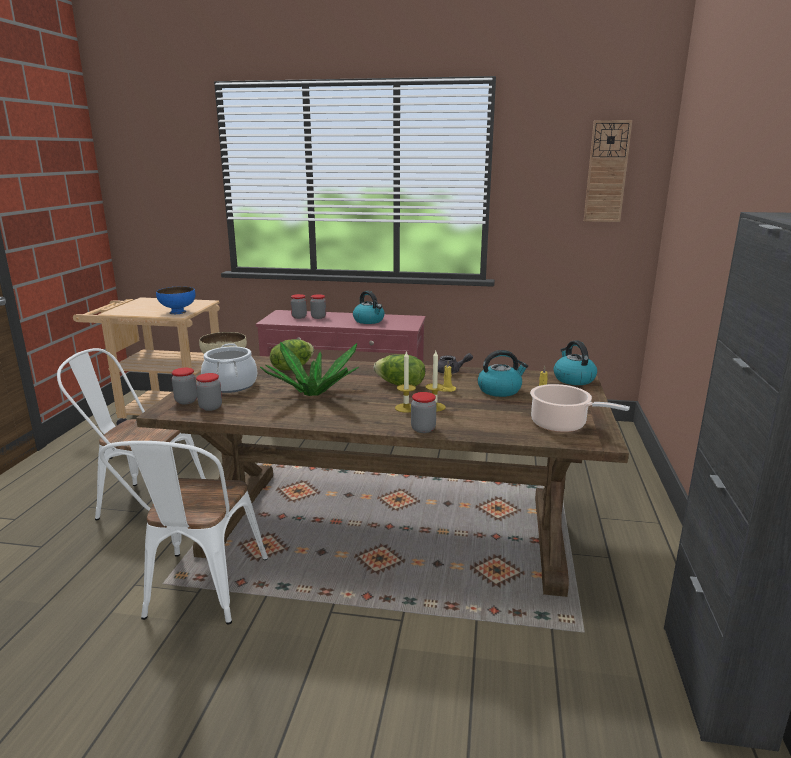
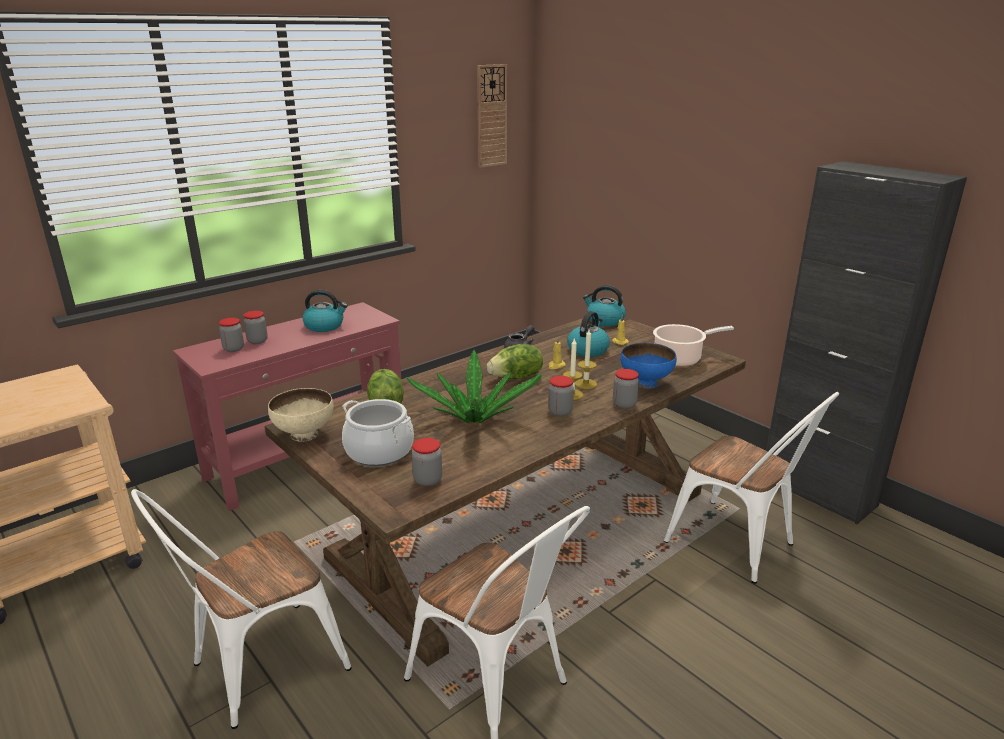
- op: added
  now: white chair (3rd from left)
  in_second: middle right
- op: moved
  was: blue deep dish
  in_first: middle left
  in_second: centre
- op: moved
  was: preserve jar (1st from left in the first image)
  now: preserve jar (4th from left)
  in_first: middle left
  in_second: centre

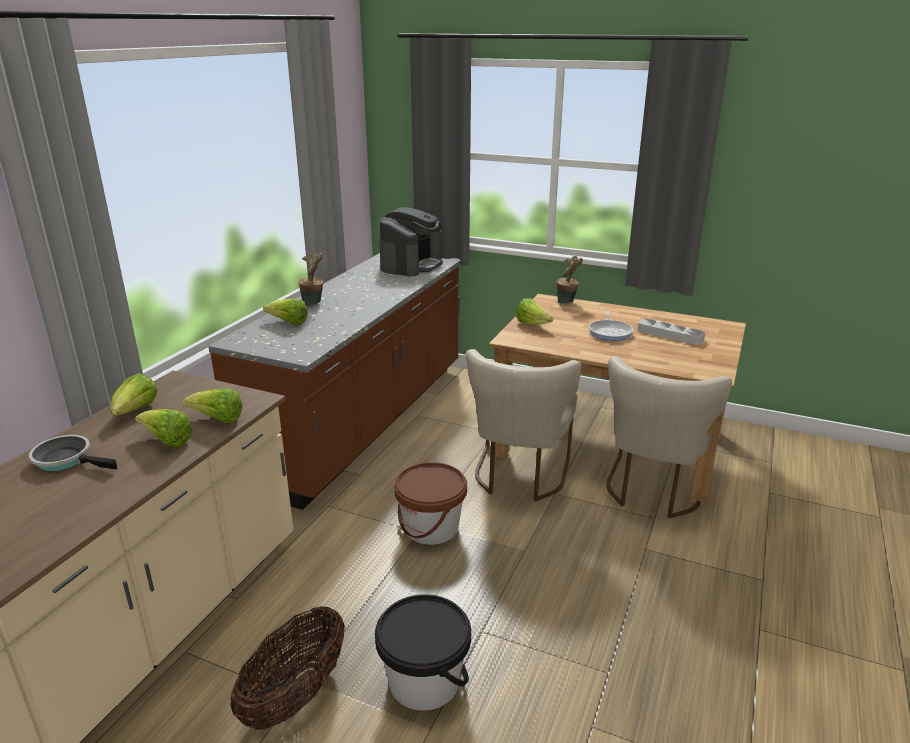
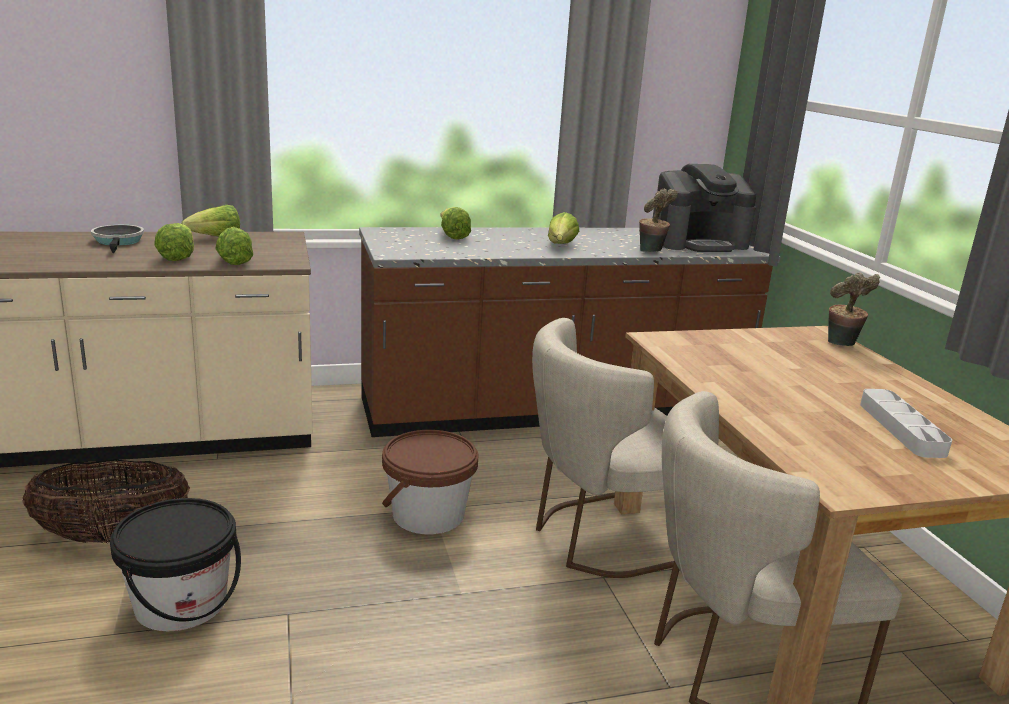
- op: removed
  was: skillet (2nd from left)
  in_first: middle right
- op: moved
  was: potted plant (1st from left)
  in_first: centre
  in_second: top centre
- op: moved
  was: head of lettuce (5th from left)
  in_first: centre
  in_second: top centre

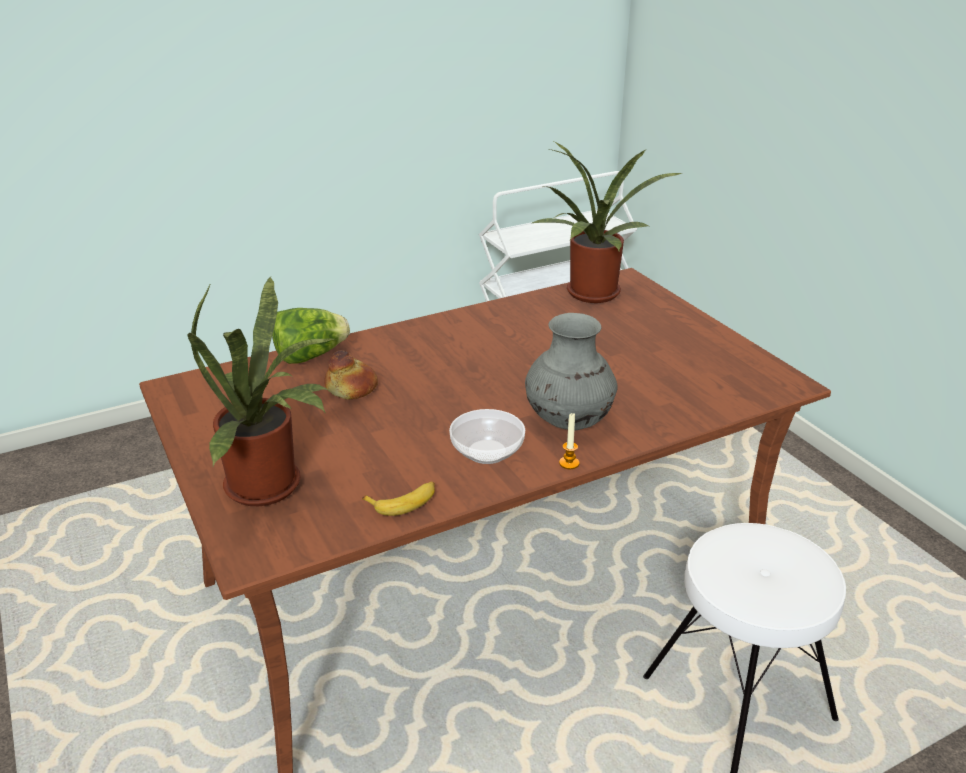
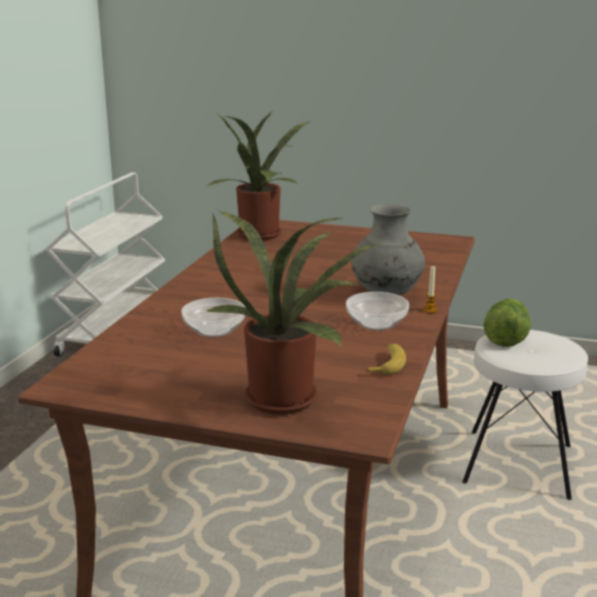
- op: moved
  was: head of lettuce
  in_first: middle left
  in_second: middle right
- op: replaced
  was: bakery bread
  now: deep dish (1st from left)
  in_first: centre
  in_second: centre

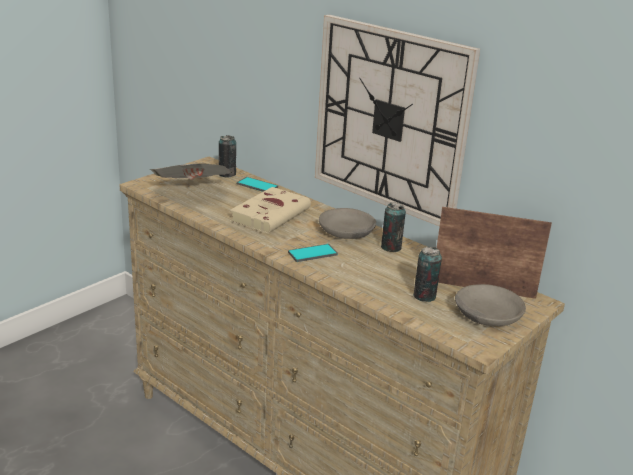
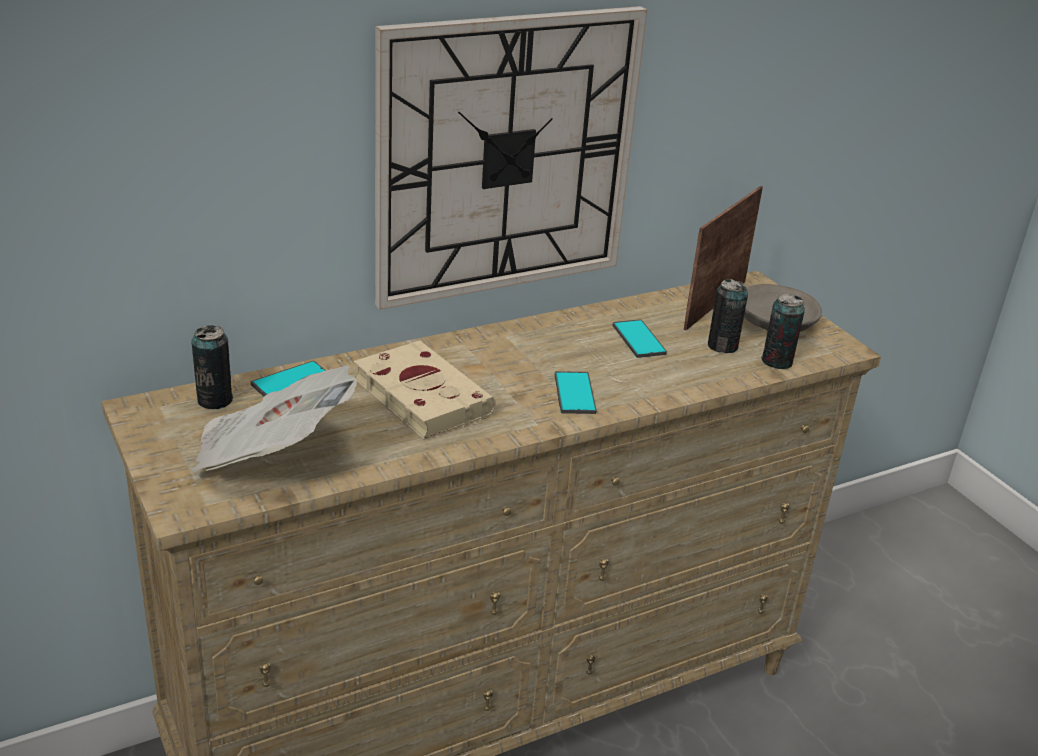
- op: removed
  was: gray deep dish (1st from left)
  in_first: centre
- op: added
  now: handset (3rd from left)
  in_second: centre
- op: moved
  was: metal can (2nd from left in the first image)
  now: metal can (3rd from left)
  in_first: centre
  in_second: middle right

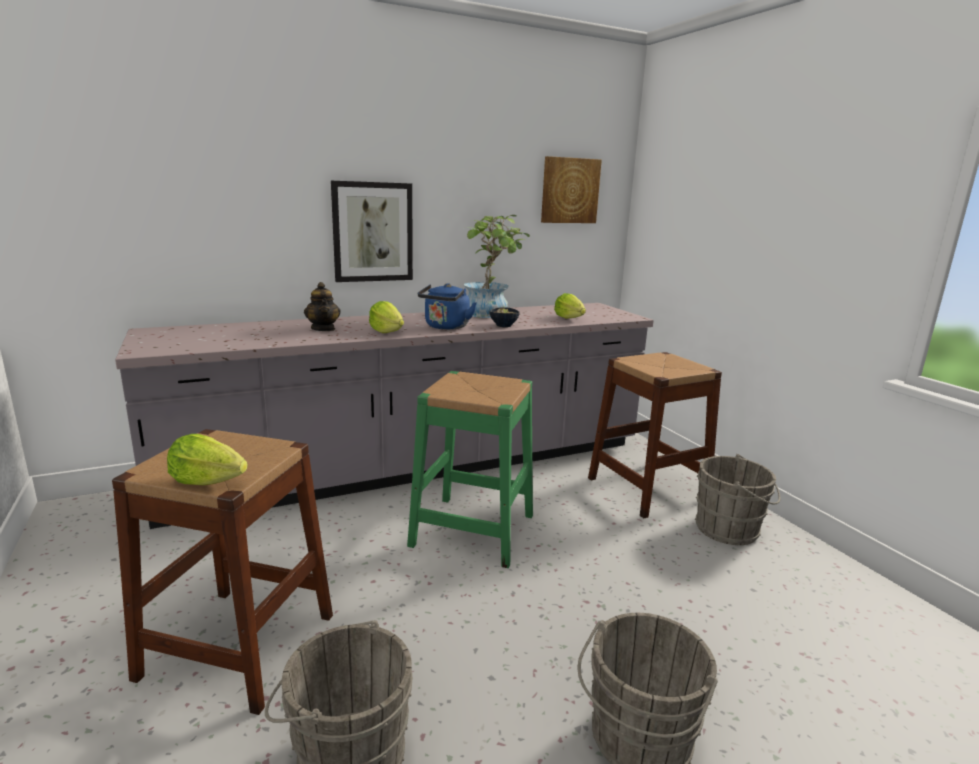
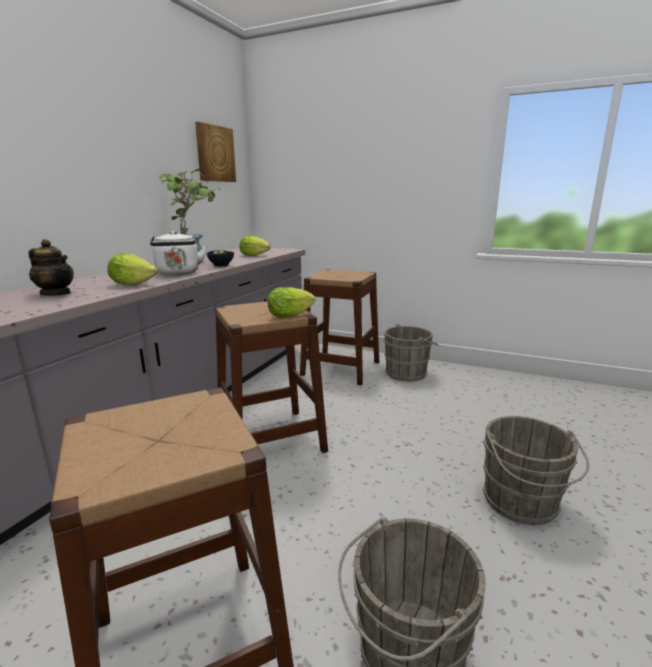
- op: removed
  was: wall art (1st from left)
  in_first: top centre
- op: moved
  was: head of lettuce (1st from left in the first image)
  now: head of lettuce (3rd from left)
  in_first: middle left
  in_second: centre
- op: recoloured
  was: green stool seat
  now: brown stool seat (2nd from left)
  in_first: centre
  in_second: centre
- op: recoloured
  was: blue water kettle
  now: white water kettle
  in_first: centre
  in_second: middle left

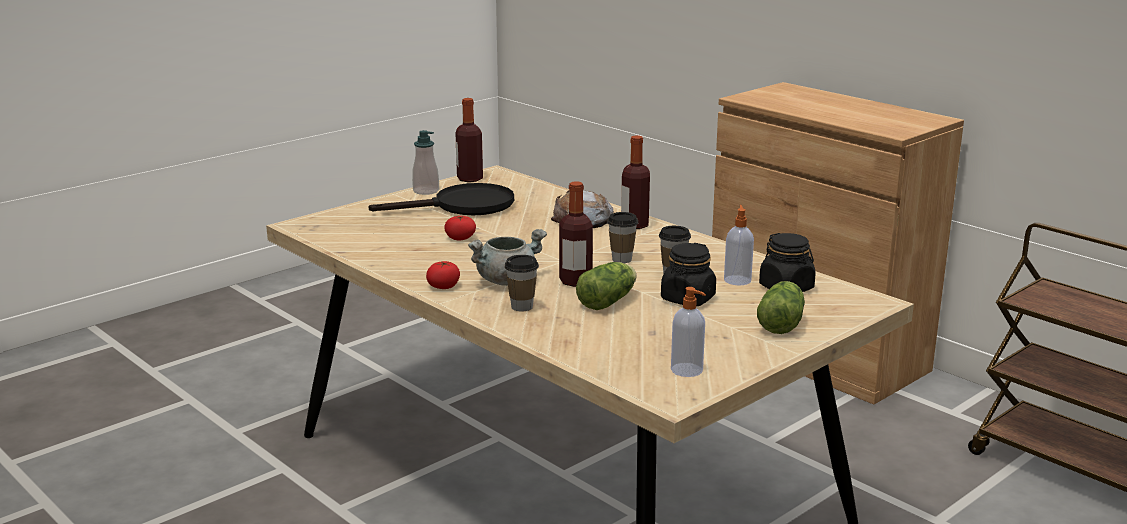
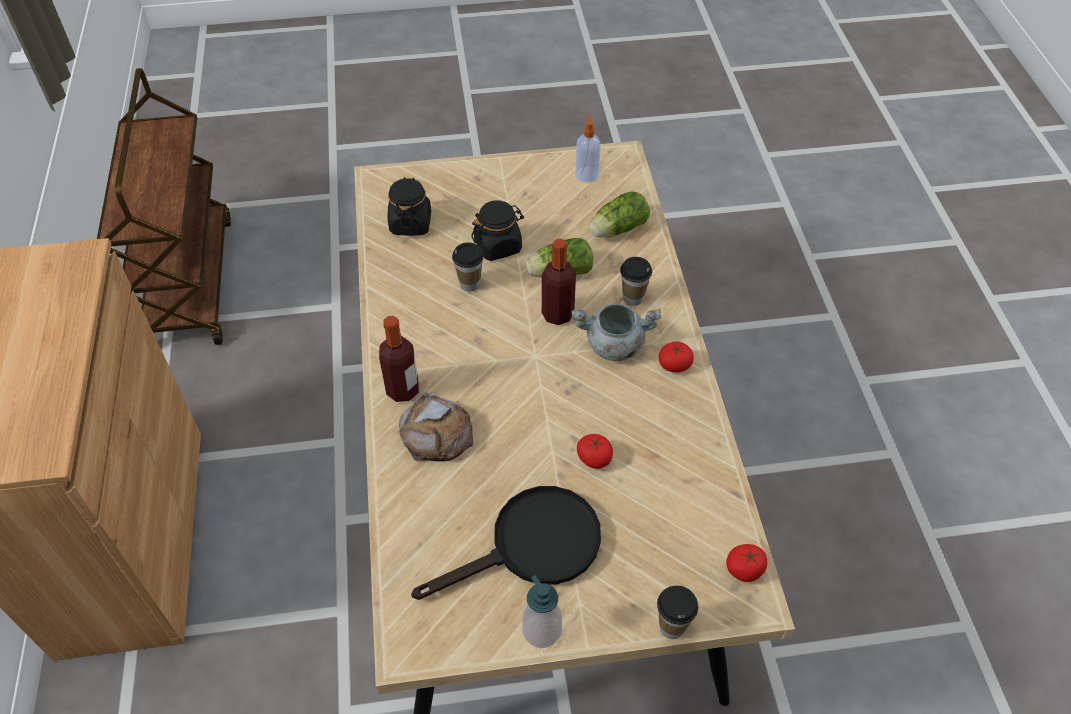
- op: removed
  was: bottle (1st from left)
  in_first: top centre
- op: removed
  was: soap dispenser (3rd from left)
  in_first: centre
- op: added
  now: fresh tomato (3rd from left)
  in_second: bottom right
- op: moved
  was: drinking cup (2nd from left in the first image)
  now: drinking cup (3rd from left)
  in_first: centre
  in_second: bottom centre
- op: moved
  was: head of lettuce (2nd from left)
  in_first: middle right
  in_second: top centre
- op: turned
  was: blackish skillet
  in_first: centre
  in_second: bottom centre
  clockwise: 135

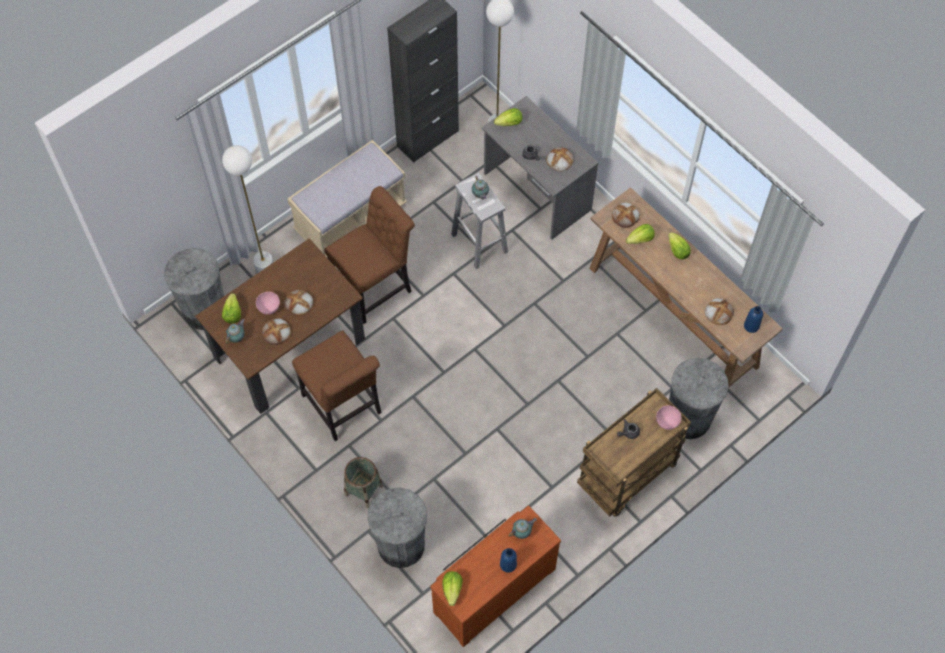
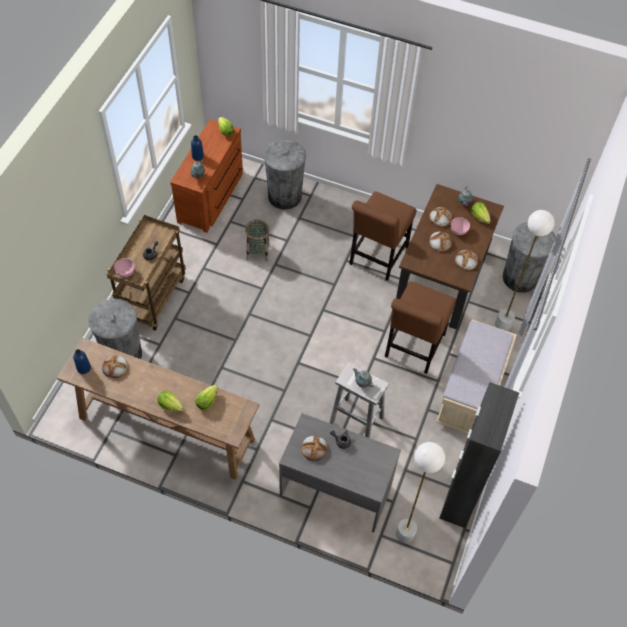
- op: removed
  was: head of lettuce (3rd from left)
  in_first: top centre
- op: moved
  was: basket
  in_first: bottom centre
  in_second: centre
- op: moved
  was: bakery bread (4th from left in the first image)
  now: bakery bread (5th from left)
  in_first: top centre
  in_second: middle right
- op: turned
  was: brown chair (1st from left)
  in_first: centre
  in_second: centre
  clockwise: -90

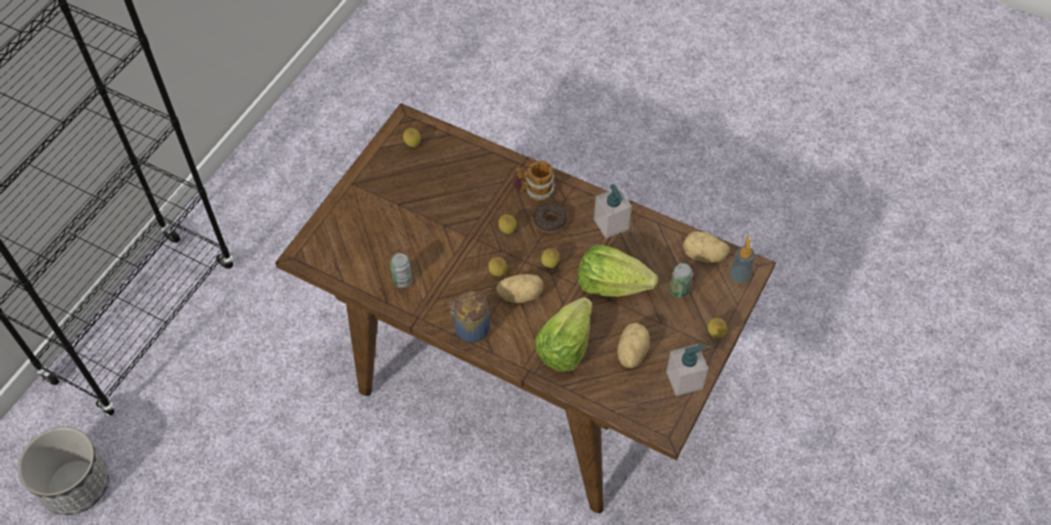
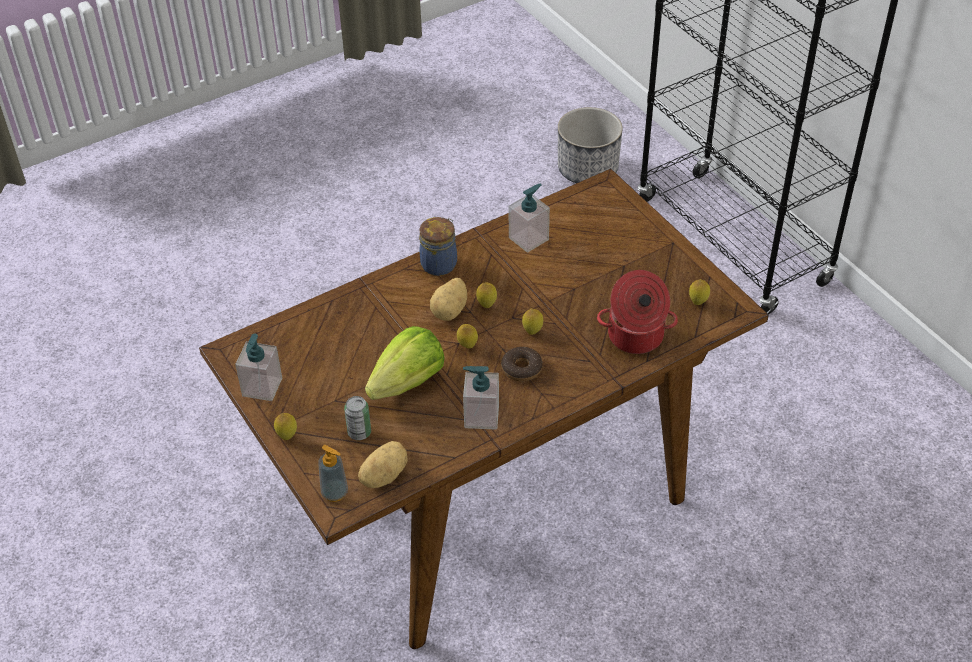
- op: removed
  was: mug
  in_first: centre
- op: removed
  was: head of lettuce (1st from left)
  in_first: centre
- op: removed
  was: potato (2nd from left)
  in_first: centre
- op: added
  now: cooking pot
  in_second: centre
- op: replaced
  was: metal can (1st from left)
  now: soap dispenser (4th from left)
  in_first: centre
  in_second: top centre

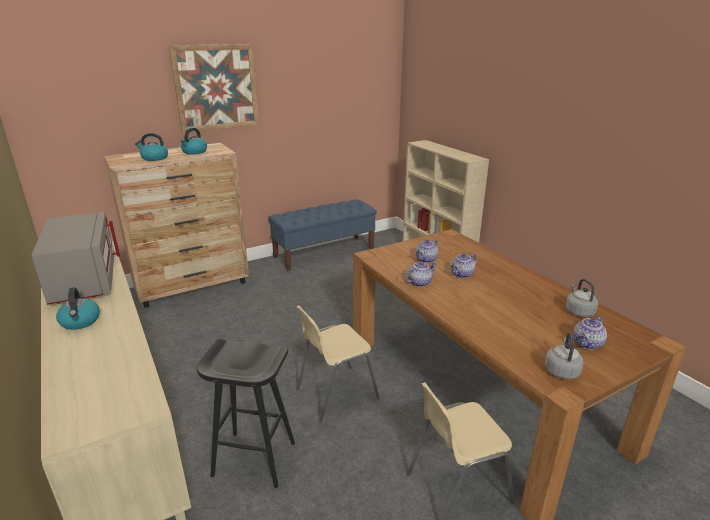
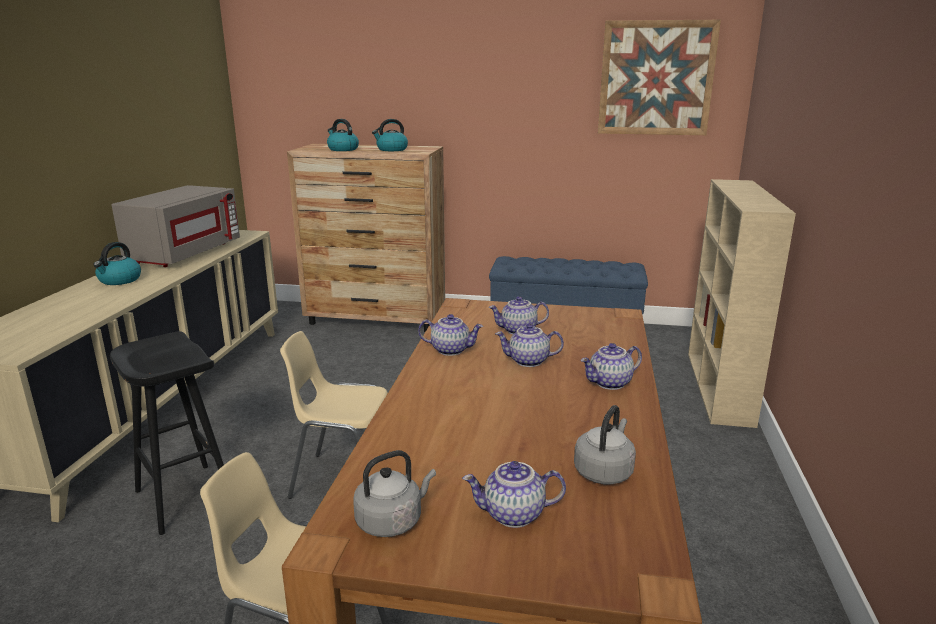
- op: added
  now: tea pot (5th from left)
  in_second: centre
- op: moved
  was: wall art
  in_first: top left
  in_second: top right

